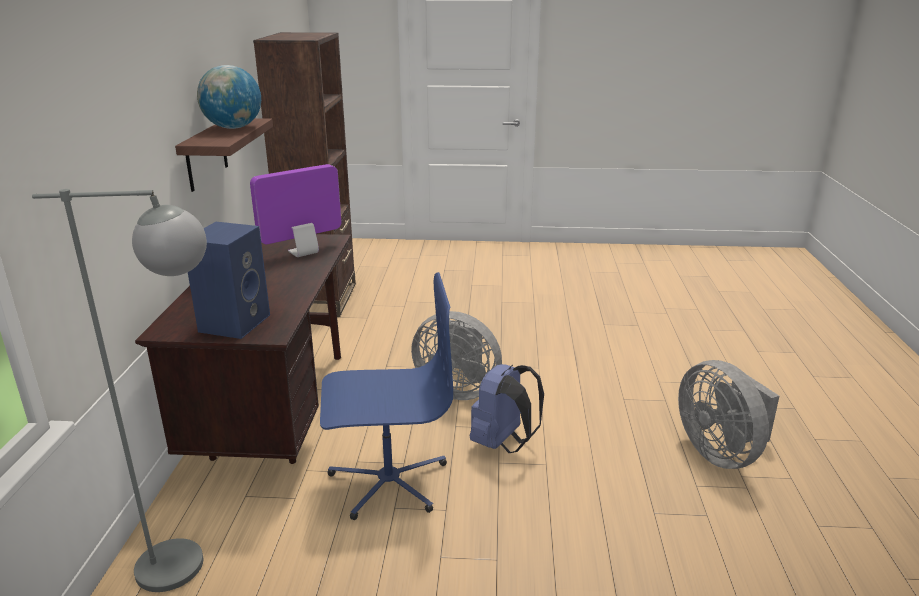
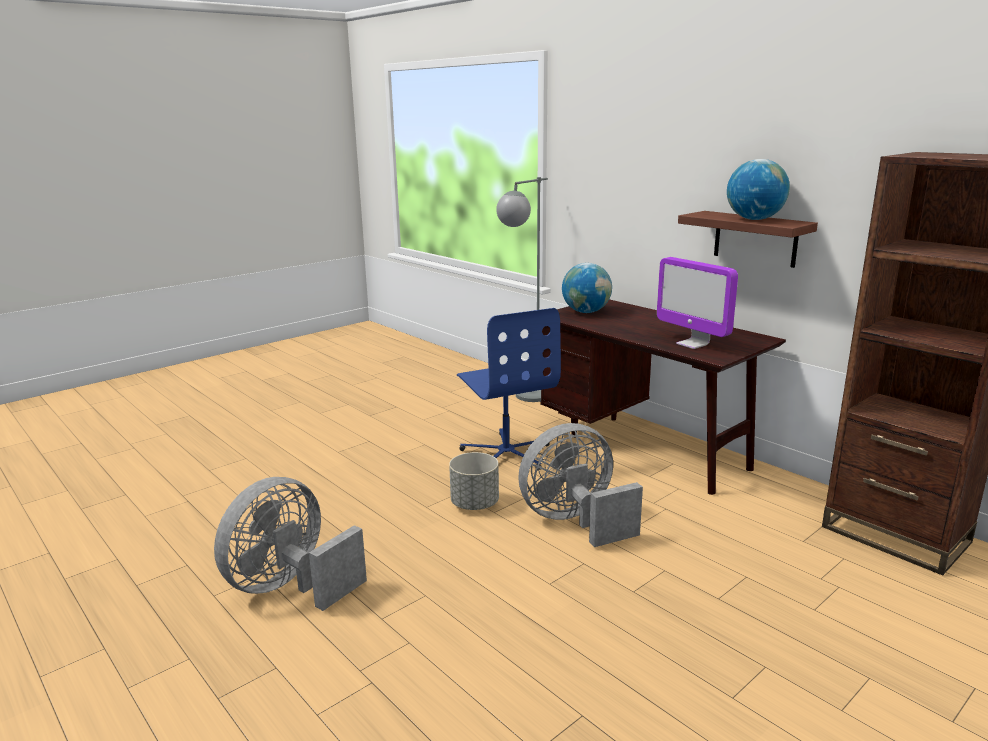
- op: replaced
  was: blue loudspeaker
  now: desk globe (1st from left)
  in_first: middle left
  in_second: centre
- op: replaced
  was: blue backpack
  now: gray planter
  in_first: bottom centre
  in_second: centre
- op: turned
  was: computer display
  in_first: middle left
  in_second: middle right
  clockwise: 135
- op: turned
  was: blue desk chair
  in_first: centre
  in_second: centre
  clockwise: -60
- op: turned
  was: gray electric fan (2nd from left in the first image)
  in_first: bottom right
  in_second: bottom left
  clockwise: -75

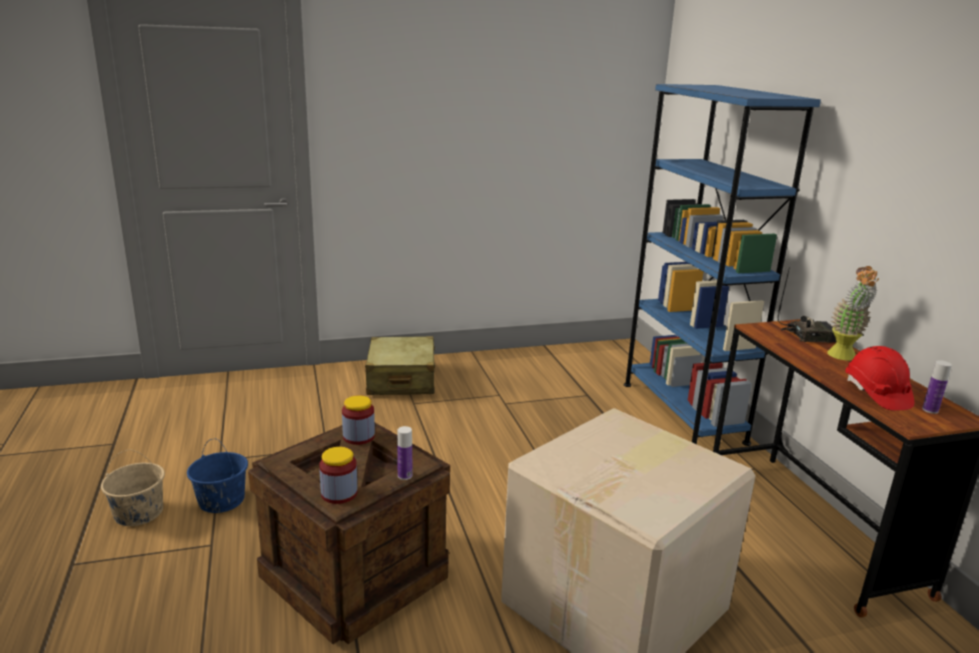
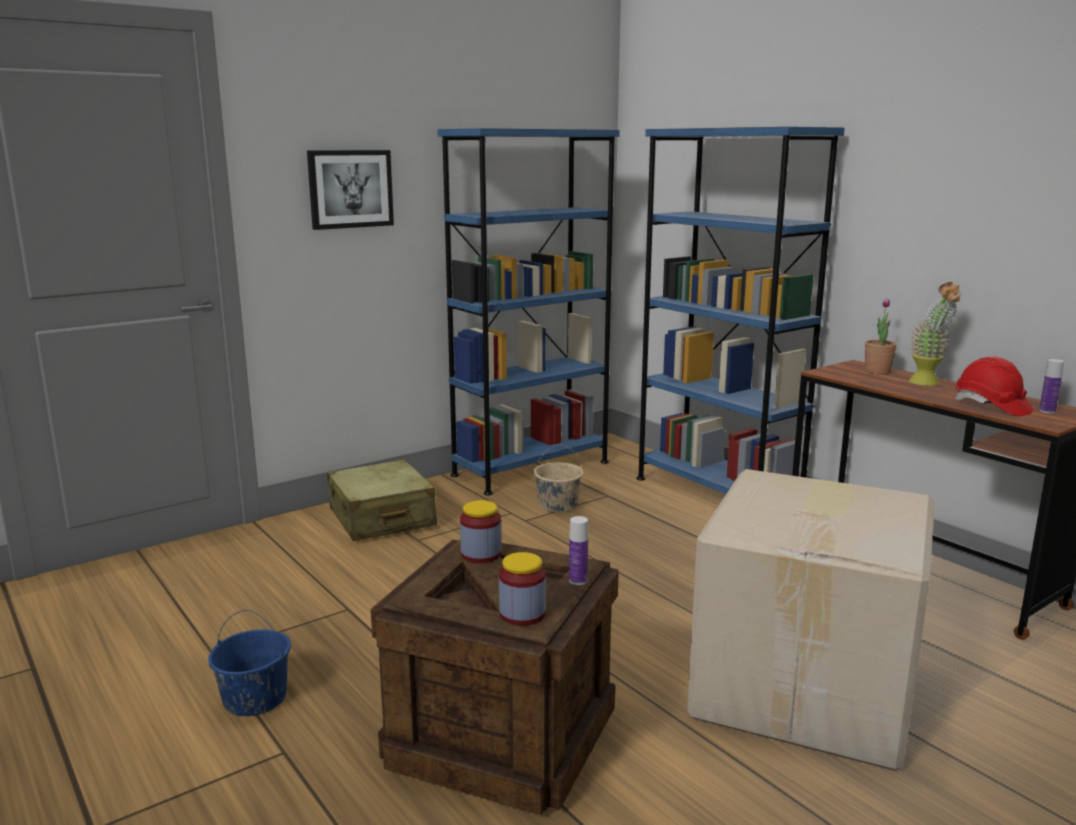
- op: added
  now: wall art
  in_second: top left
- op: added
  now: blue bookcase (1st from left)
  in_second: centre
- op: moved
  was: beige water bucket
  in_first: bottom left
  in_second: centre
- op: replaced
  was: radio set
  now: potted plant (1st from left)
  in_first: middle right
  in_second: middle right

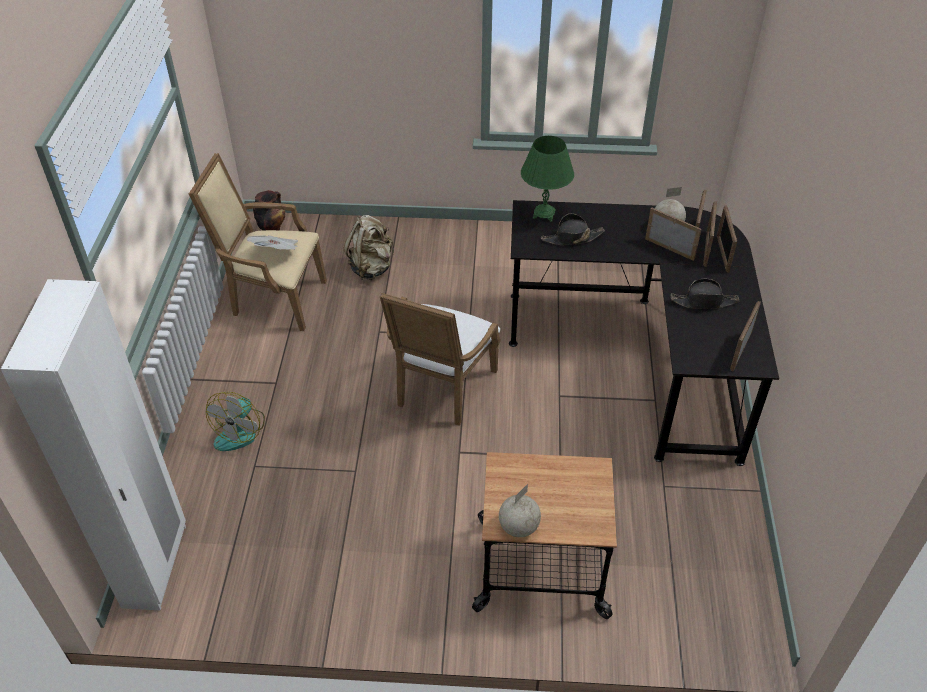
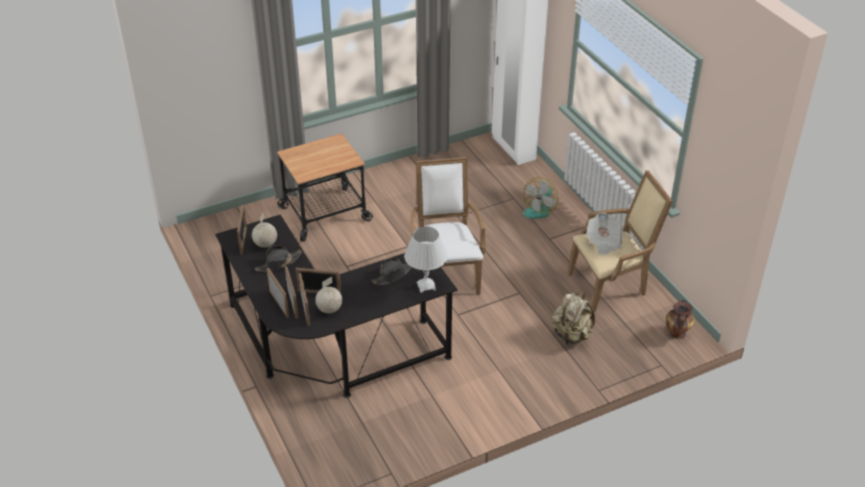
- op: moved
  was: desk globe (1st from left)
  in_first: bottom centre
  in_second: middle left
- op: recoloured
  was: green lamp for a table
  now: white lamp for a table
  in_first: top centre
  in_second: centre
- op: turned
  was: electric fan
  in_first: middle left
  in_second: centre
  clockwise: -135

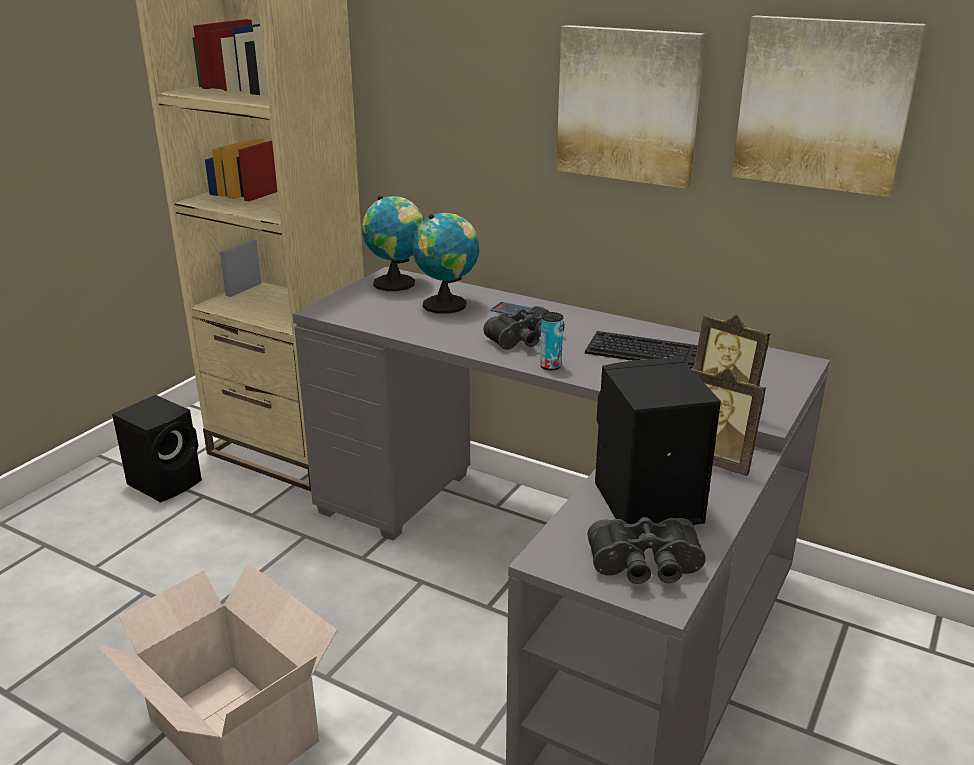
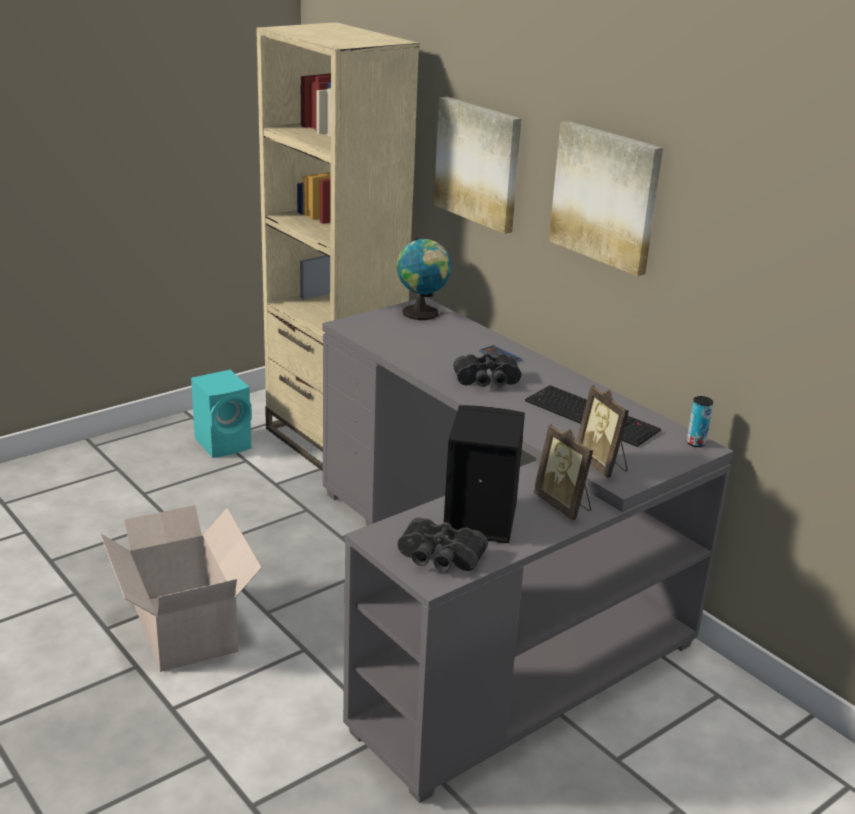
- op: removed
  was: desk globe (2nd from left)
  in_first: centre
- op: moved
  was: metal can
  in_first: centre
  in_second: middle right
- op: moved
  was: wall art (2nd from left in the first image)
  now: wall art (1st from left)
  in_first: top right
  in_second: top centre
- op: recoloured
  was: blackish loudspeaker (1st from left)
  now: turquoise loudspeaker
  in_first: middle left
  in_second: middle left

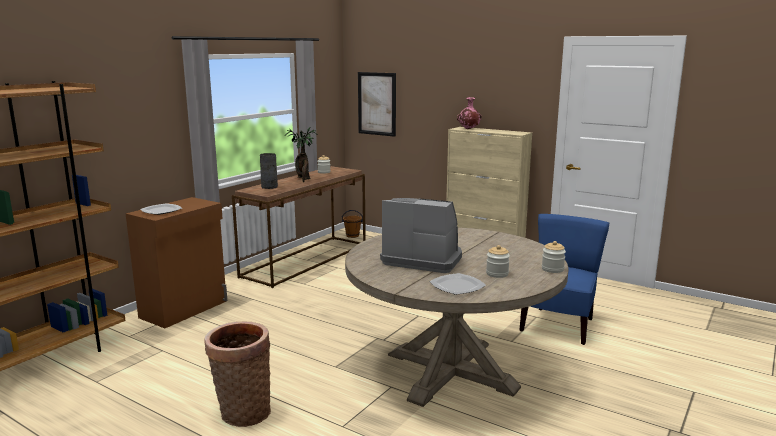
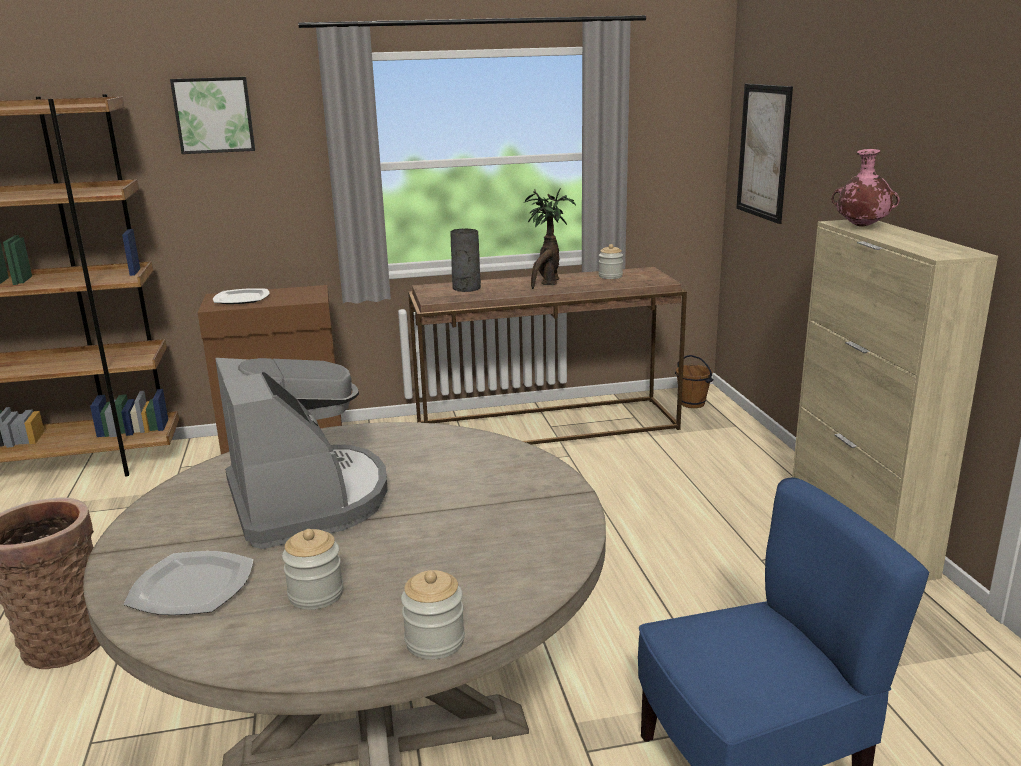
- op: added
  now: wall art (1st from left)
  in_second: top left

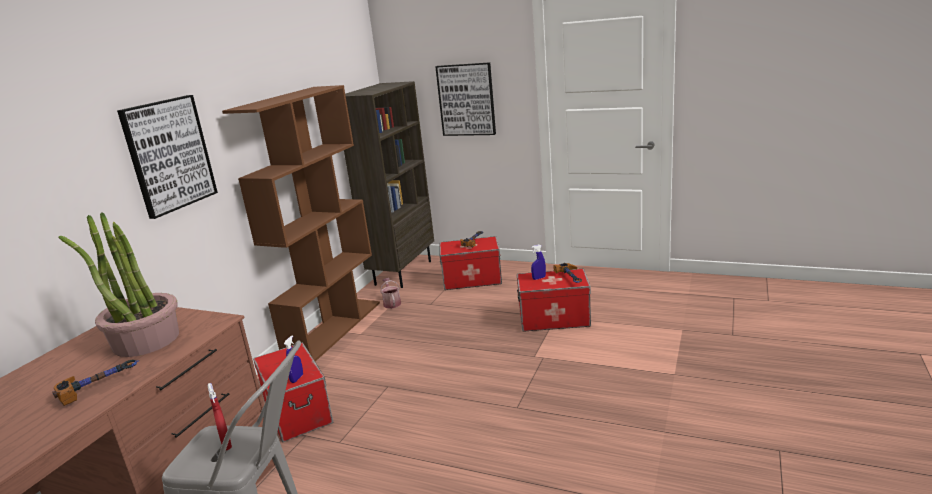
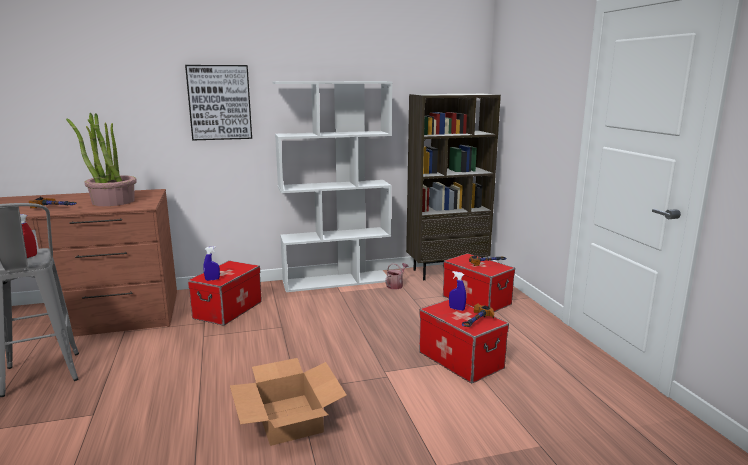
- op: removed
  was: wall art (2nd from left)
  in_first: top centre
- op: added
  now: carton
  in_second: bottom centre
- op: recoloured
  was: brown bookcase (1st from left)
  now: white bookcase
  in_first: middle left
  in_second: centre

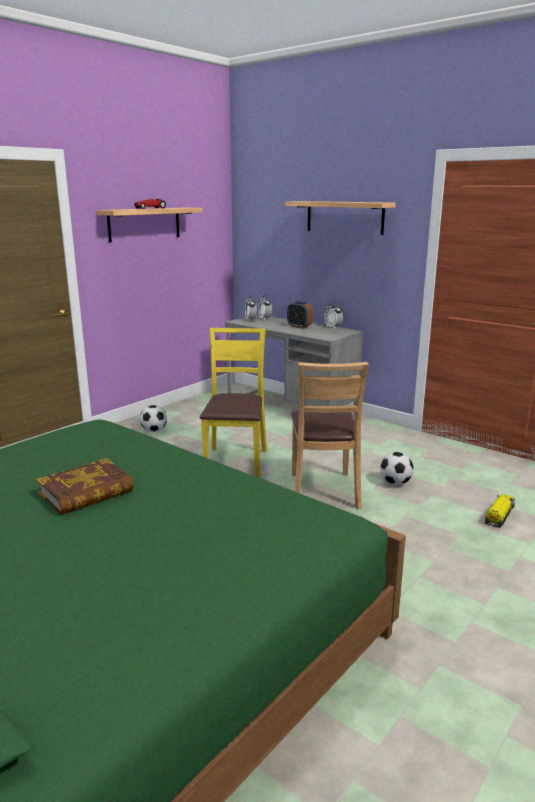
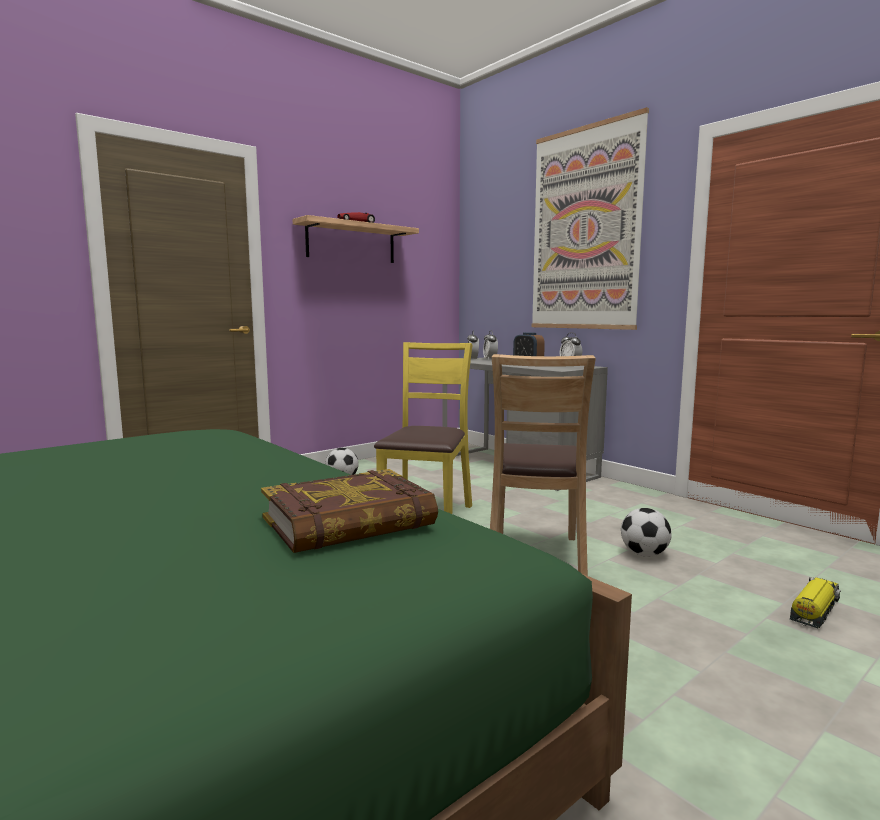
- op: moved
  was: bound book
  in_first: middle left
  in_second: centre
- op: replaced
  was: shelf (2nd from left)
  now: wall art
  in_first: top centre
  in_second: top right

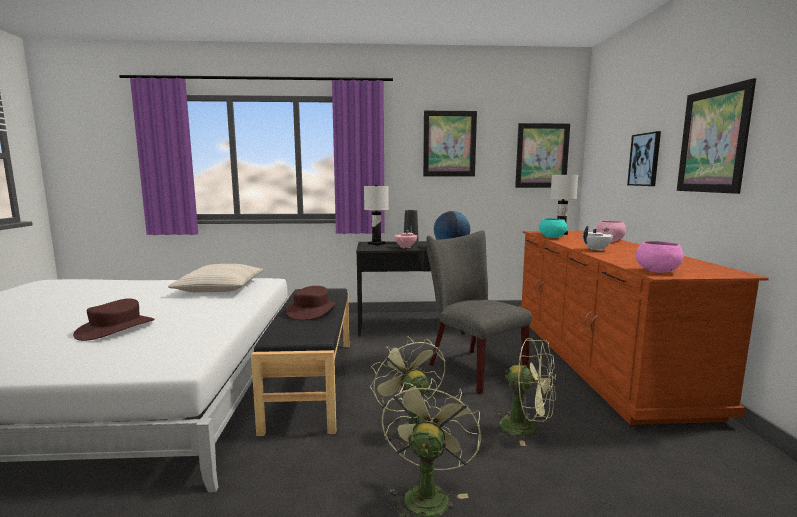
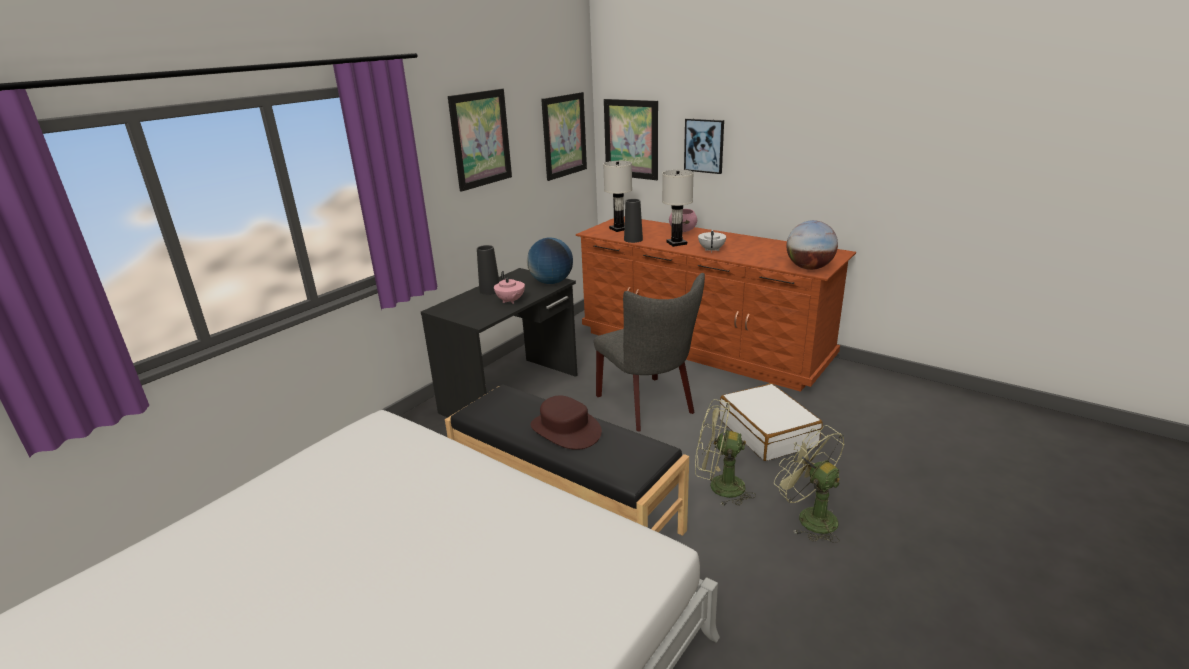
- op: removed
  was: brown wearable hat (1st from left)
  in_first: middle left
- op: removed
  was: beige pillow
  in_first: middle left
- op: moved
  was: white lamp for a table (1st from left in the first image)
  now: white lamp for a table (2nd from left)
  in_first: centre
  in_second: top centre
- op: moved
  was: wall art (4th from left in the first image)
  now: wall art (3rd from left)
  in_first: top right
  in_second: top centre
- op: replaced
  was: green electric fan (3rd from left)
  now: white travel case
  in_first: bottom centre
  in_second: centre
- op: replaced
  was: turquoise deep dish
  now: blackish vase (2nd from left)
  in_first: middle right
  in_second: top centre
- op: replaced
  was: pink deep dish (2nd from left)
  now: desk globe (2nd from left)
  in_first: middle right
  in_second: middle right
- op: turned
  was: gray chair
  in_first: centre
  in_second: centre
  clockwise: -120

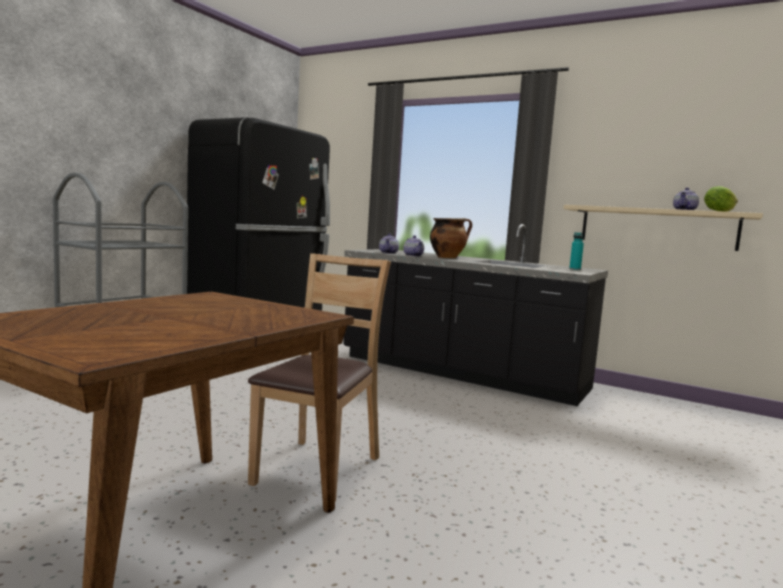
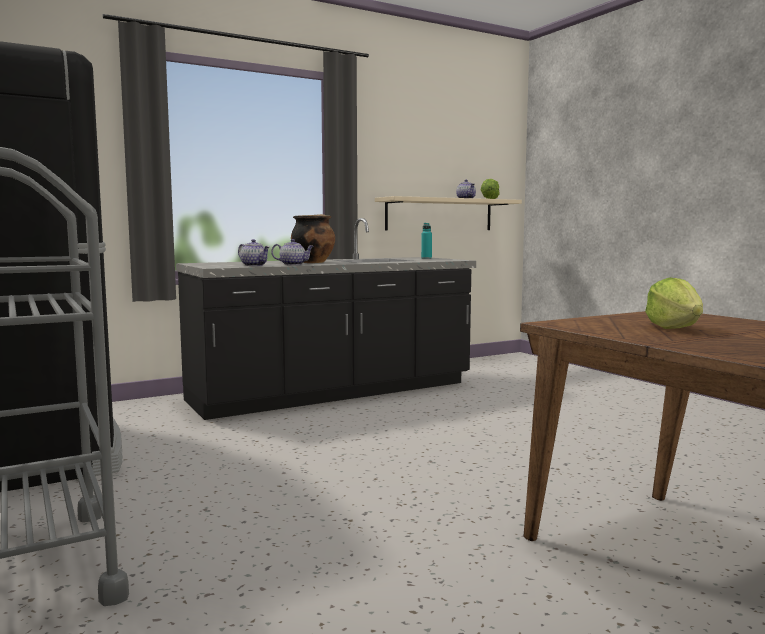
- op: removed
  was: brown chair
  in_first: centre
- op: added
  now: head of lettuce (2nd from left)
  in_second: middle right

